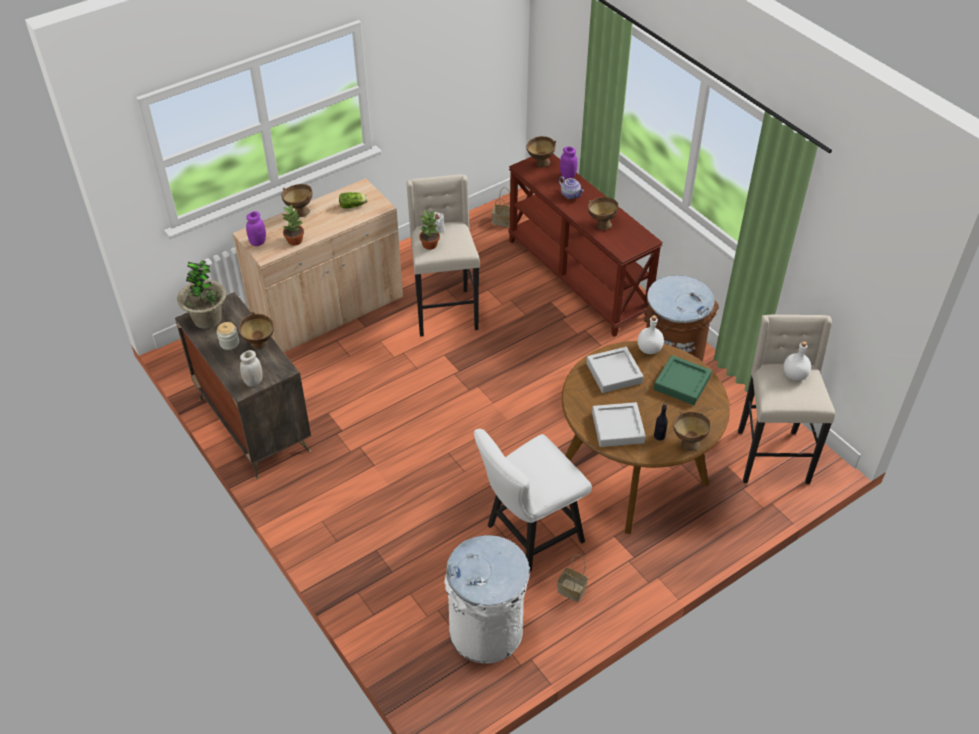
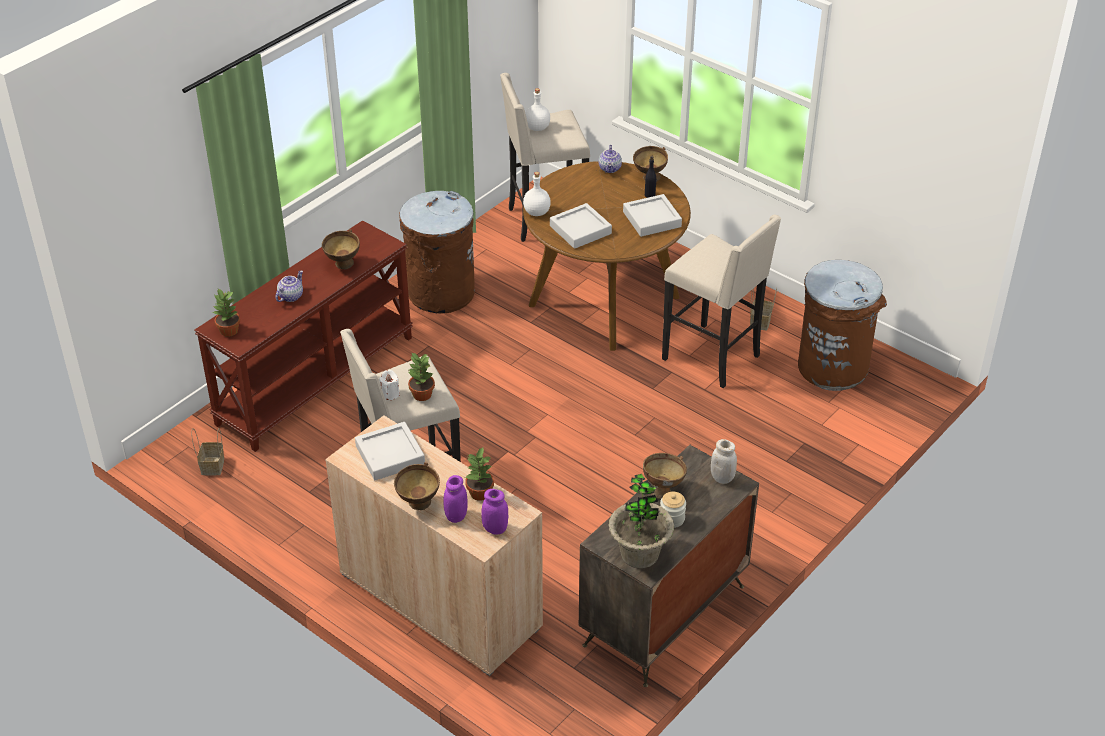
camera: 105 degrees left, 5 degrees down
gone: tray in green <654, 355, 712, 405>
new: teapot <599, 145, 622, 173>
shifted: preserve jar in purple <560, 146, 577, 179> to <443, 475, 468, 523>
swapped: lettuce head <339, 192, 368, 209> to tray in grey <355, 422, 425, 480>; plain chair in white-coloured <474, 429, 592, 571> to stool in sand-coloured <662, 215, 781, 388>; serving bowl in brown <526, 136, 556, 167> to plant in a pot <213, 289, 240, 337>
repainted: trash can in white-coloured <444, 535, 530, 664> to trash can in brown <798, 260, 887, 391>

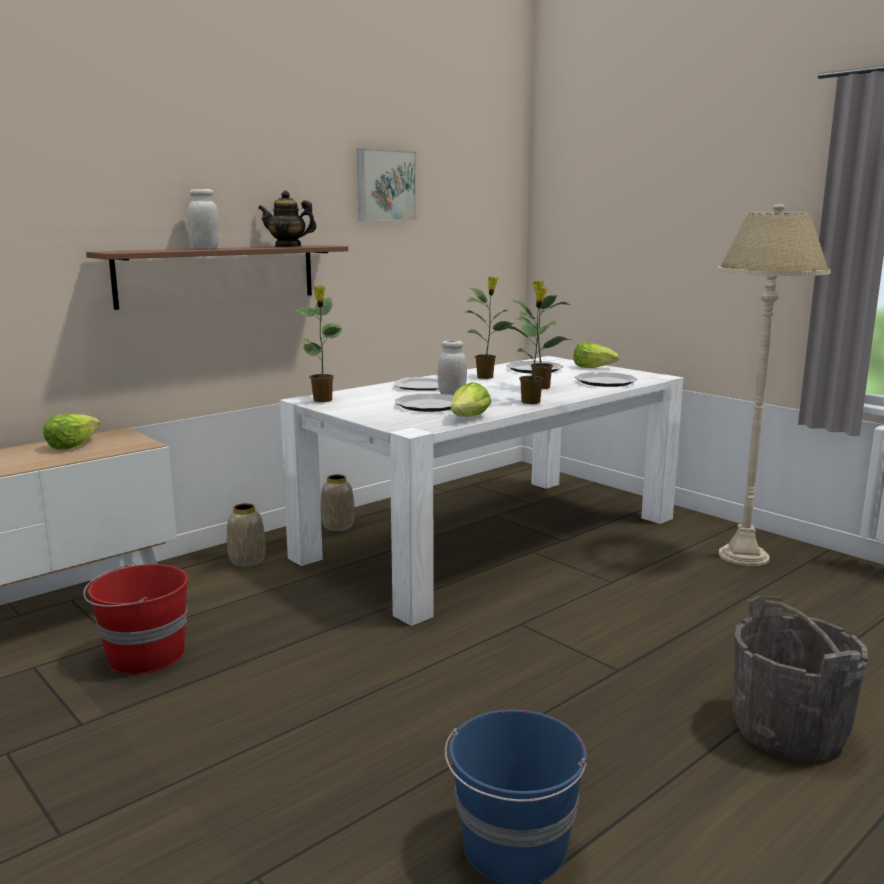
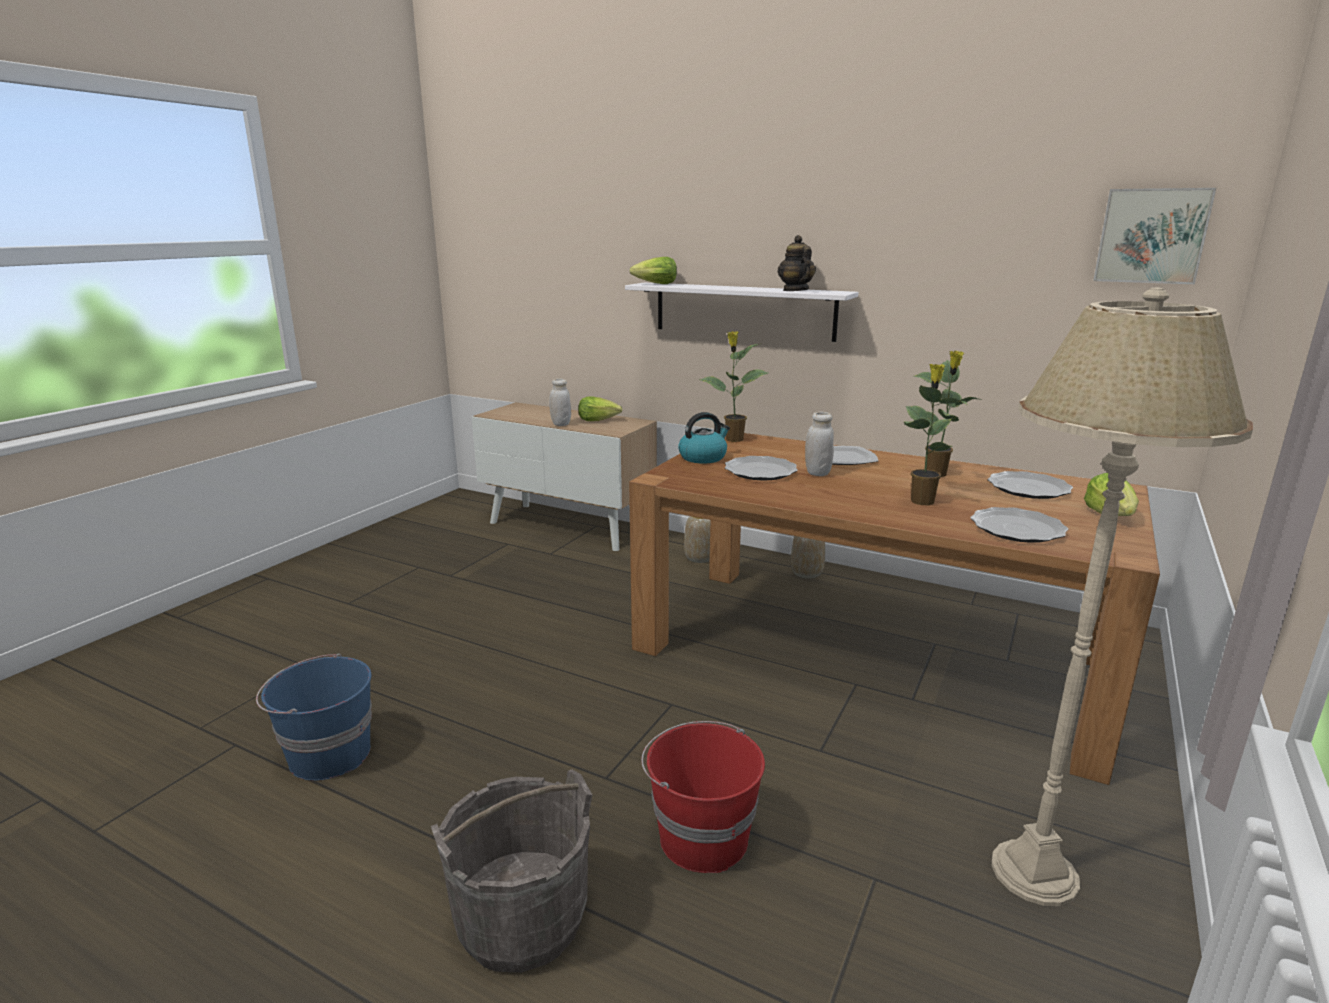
camera: 70 degrees right, 5 degrees up
gone: plant in a pot <504, 286, 571, 404>
new: kettle <678, 412, 730, 464>
shifted: pail in reddish <83, 563, 188, 674> to <641, 721, 765, 873>; preserve jar in white-coloured <188, 189, 220, 249> to <549, 379, 571, 426>; picture <357, 148, 417, 221> to <1093, 188, 1216, 284>; lettuce head <451, 382, 491, 417> to <630, 257, 677, 284>
repainted: bracket shelf in brown <86, 245, 348, 310> to bracket shelf in white-coloured <625, 282, 859, 342>; dining table in white-coloured <280, 356, 684, 626> to dining table in brown <629, 433, 1160, 785>

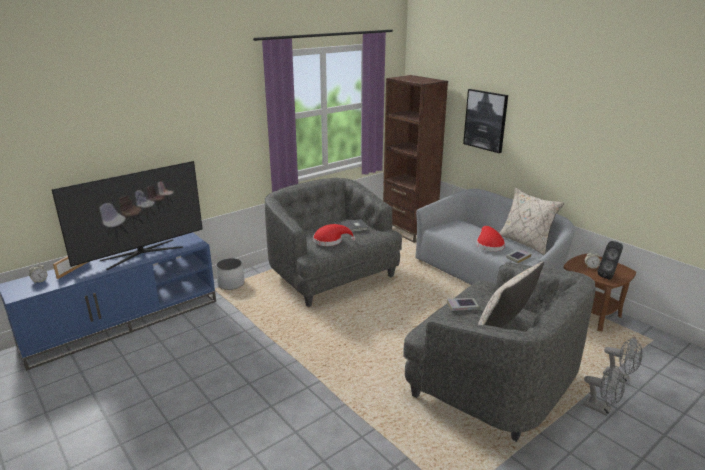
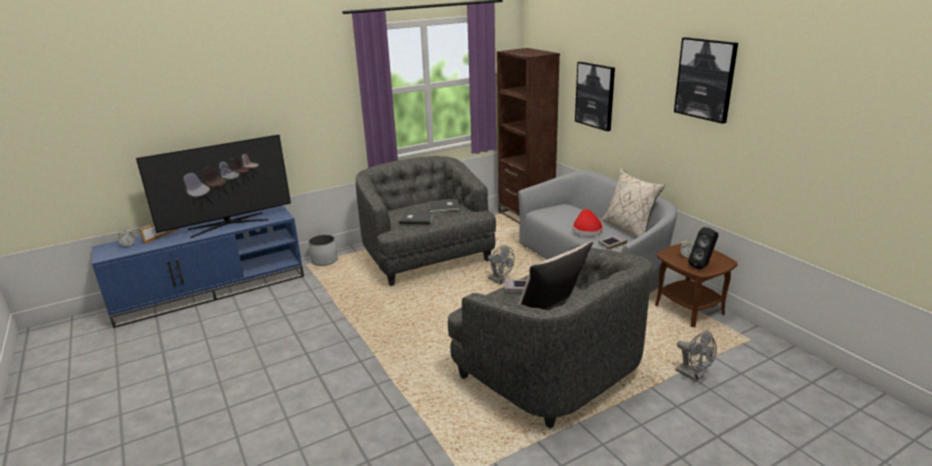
camera: 10 degrees right, 0 degrees up
new: picture <674, 37, 738, 124>
shifted: electric fan in grey <583, 366, 625, 416> to <488, 245, 514, 285>
swapped: clothing hat in reddish <313, 224, 356, 246> to book in grey <399, 212, 434, 224>

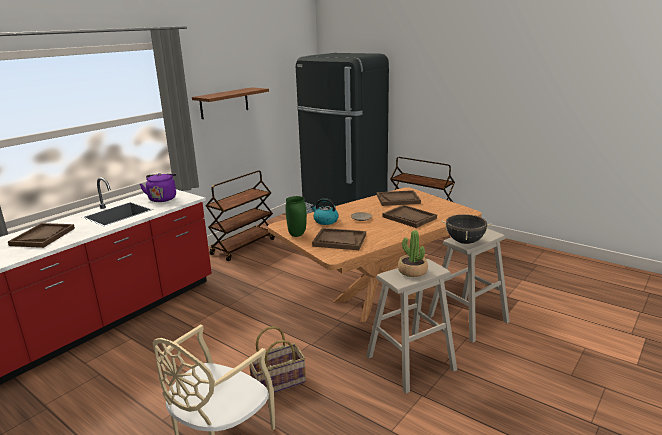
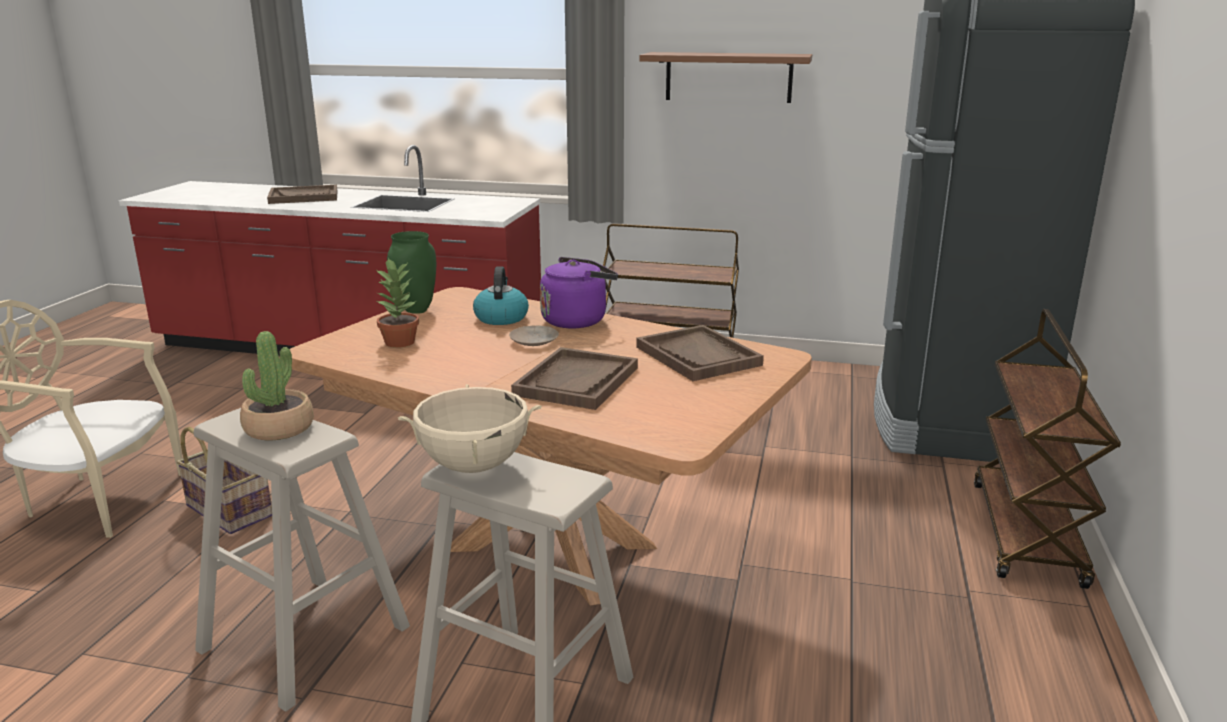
camera: 65 degrees right, 0 degrees up
shifted: kettle in purple <140, 173, 176, 202> to <540, 257, 618, 328>
swapped: tray in brown <312, 228, 366, 250> to plant in a pot <377, 258, 419, 348>
repainted: stockpot in blackish <441, 214, 492, 244> to stockpot in sand-coloured <398, 384, 542, 473>

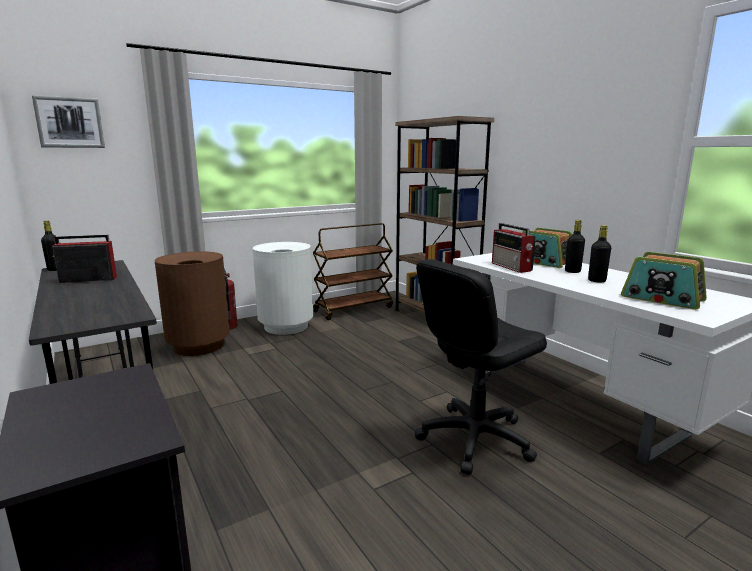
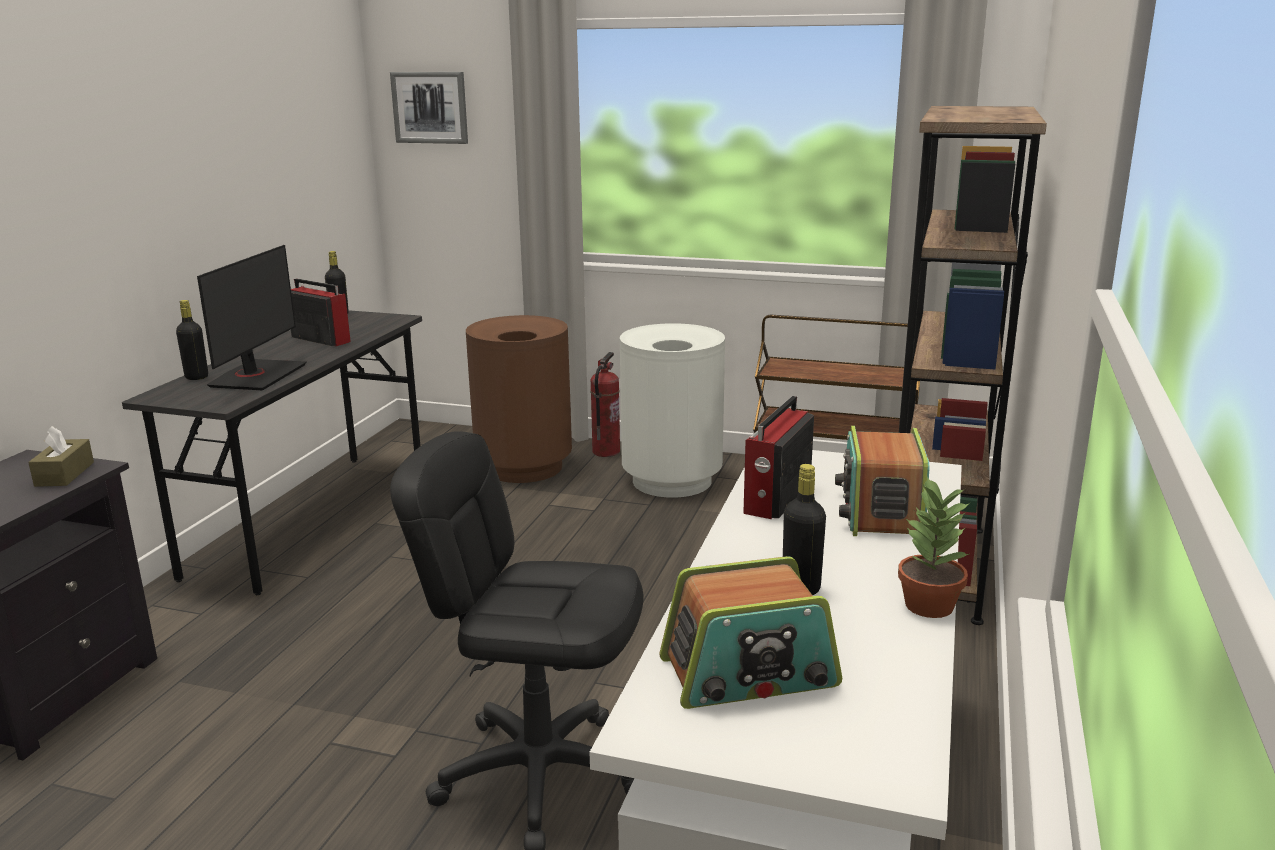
camera: 50 degrees right, 5 degrees up
new: box of tissues in brown <28, 426, 94, 487>; computer screen <197, 245, 306, 390>; plant in a pot <898, 476, 970, 618>
shifted: beverage bottle in blackish <565, 220, 585, 273> to <176, 300, 208, 380>
rotated: radio <621, 252, 707, 310> = <659, 556, 842, 709> 105 degrees counterclockwise

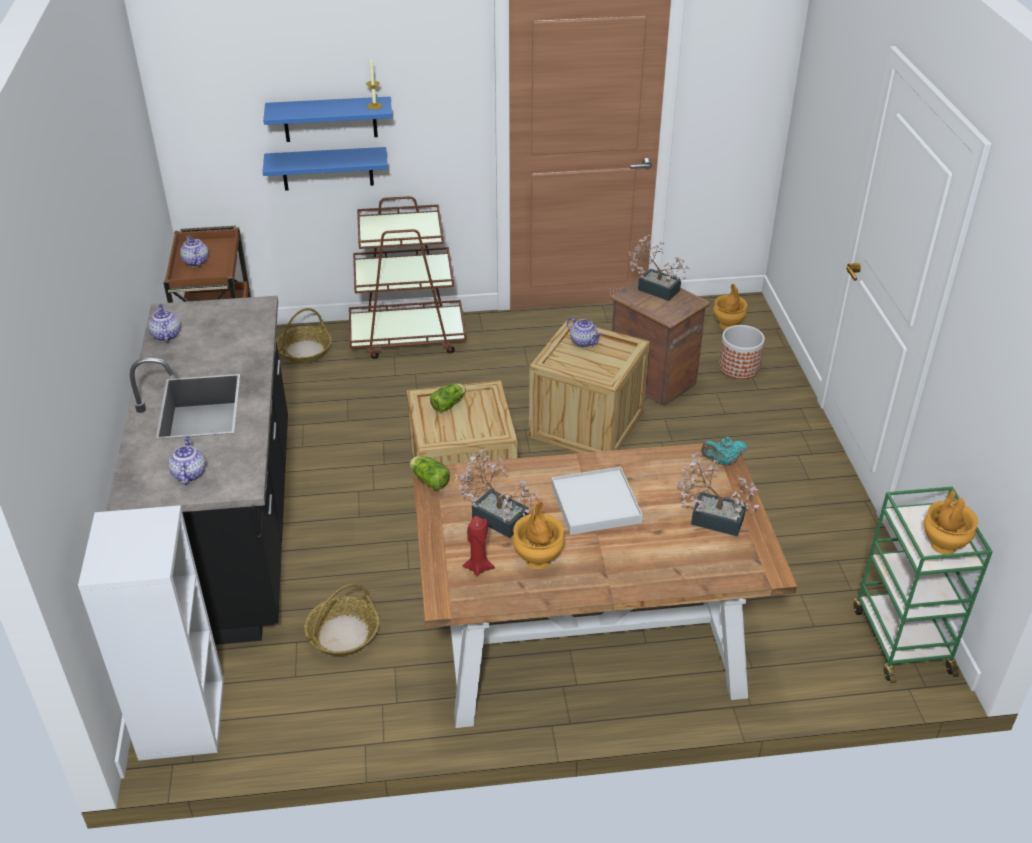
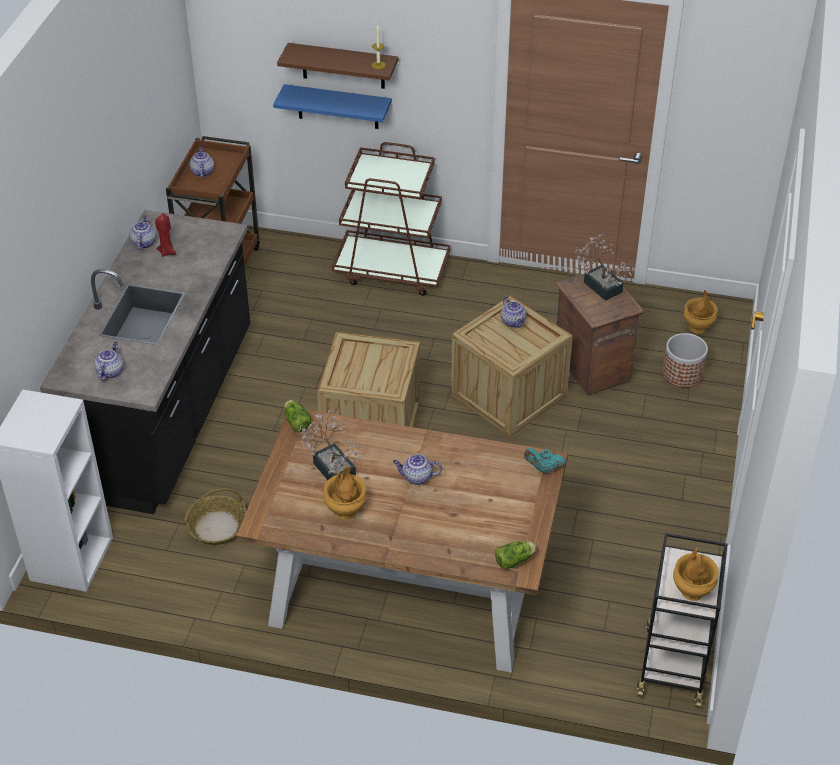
camera: 20 degrees right, 5 degrees up
gone: basket <276, 308, 332, 363>; plant in a pot <678, 452, 760, 537>
shifted: lettuce head <430, 384, 466, 412> to <495, 541, 537, 569>; candle in reddish <463, 516, 495, 576> to <155, 213, 176, 257>
swapped: tray in white-coloured <551, 467, 642, 535> to teapot <393, 454, 442, 485>
repainted: bracket shelf in bluish <263, 97, 392, 142> to bracket shelf in brown <277, 43, 398, 89>; cart in green <854, 487, 993, 683> to cart in blackish <637, 533, 727, 708>

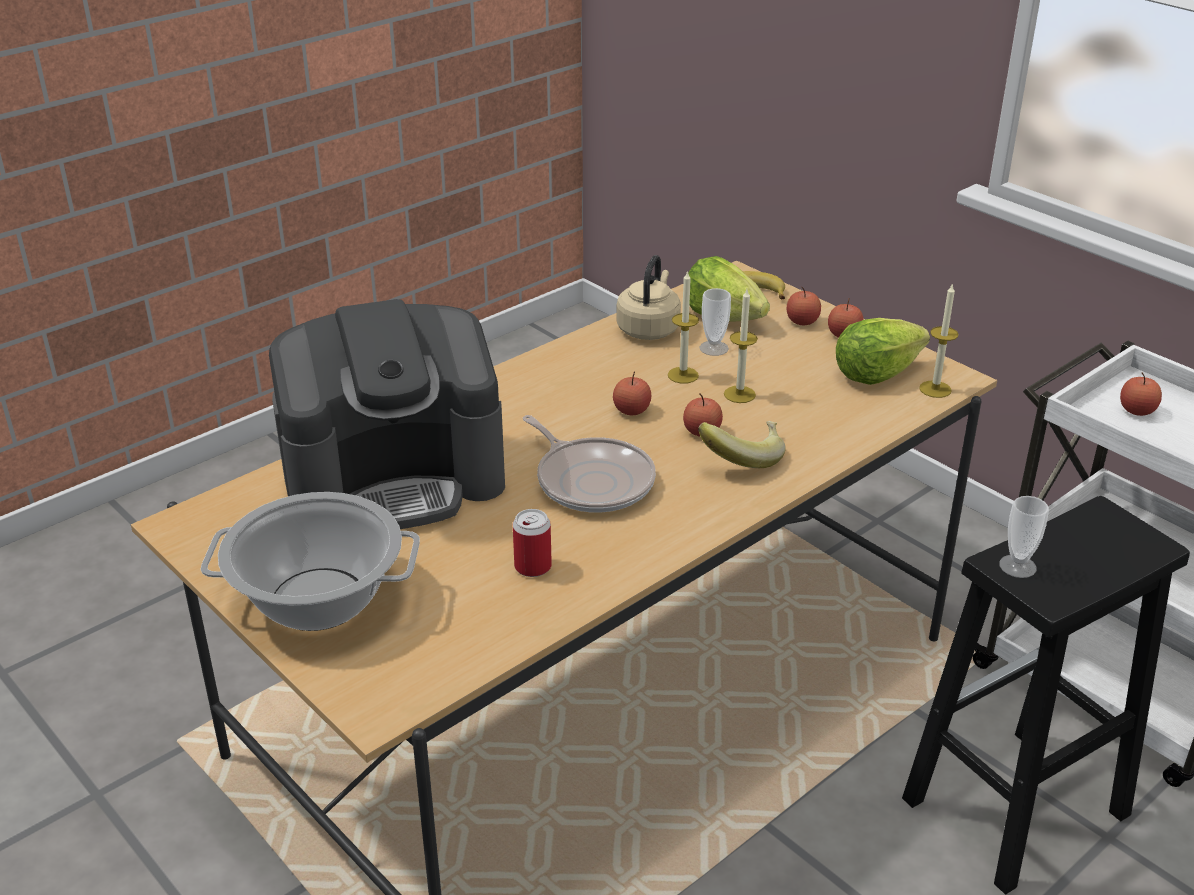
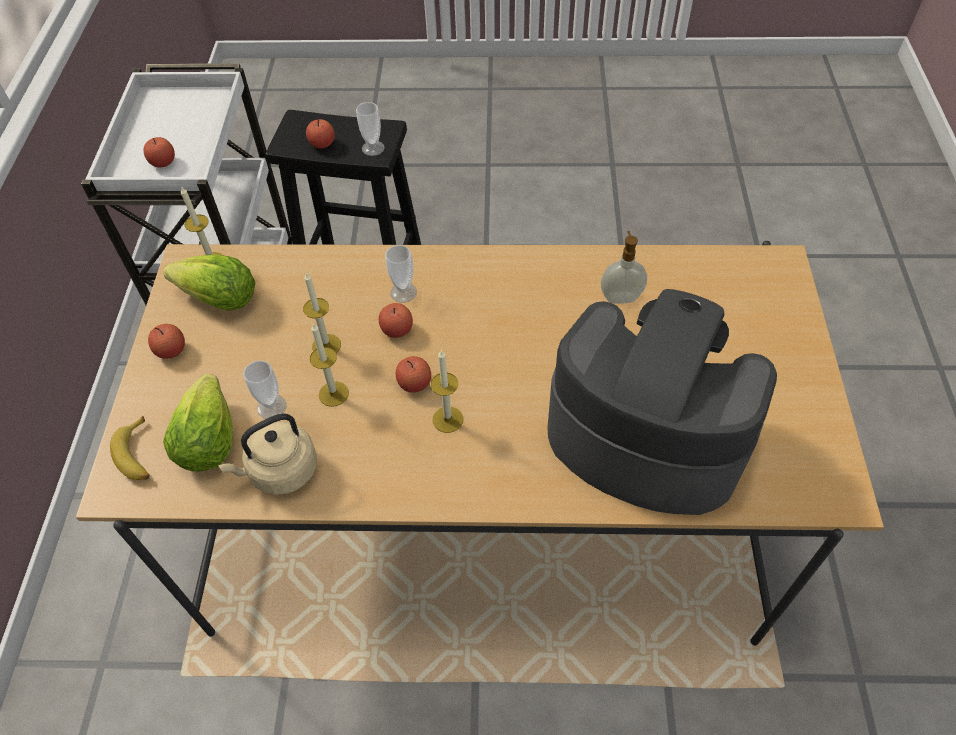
camera: 135 degrees left, 20 degrees up
gone: stockpot <201, 492, 420, 631>; skillet <523, 415, 656, 513>
new: candle <431, 350, 463, 433>
shifted: whole apple <787, 287, 821, 325> to <306, 119, 335, 149>
swapped: metal can <513, 509, 552, 577> to liquid soap bottle <601, 231, 647, 304>; banana fruit <698, 421, 786, 468> to small cup <385, 245, 417, 303>

